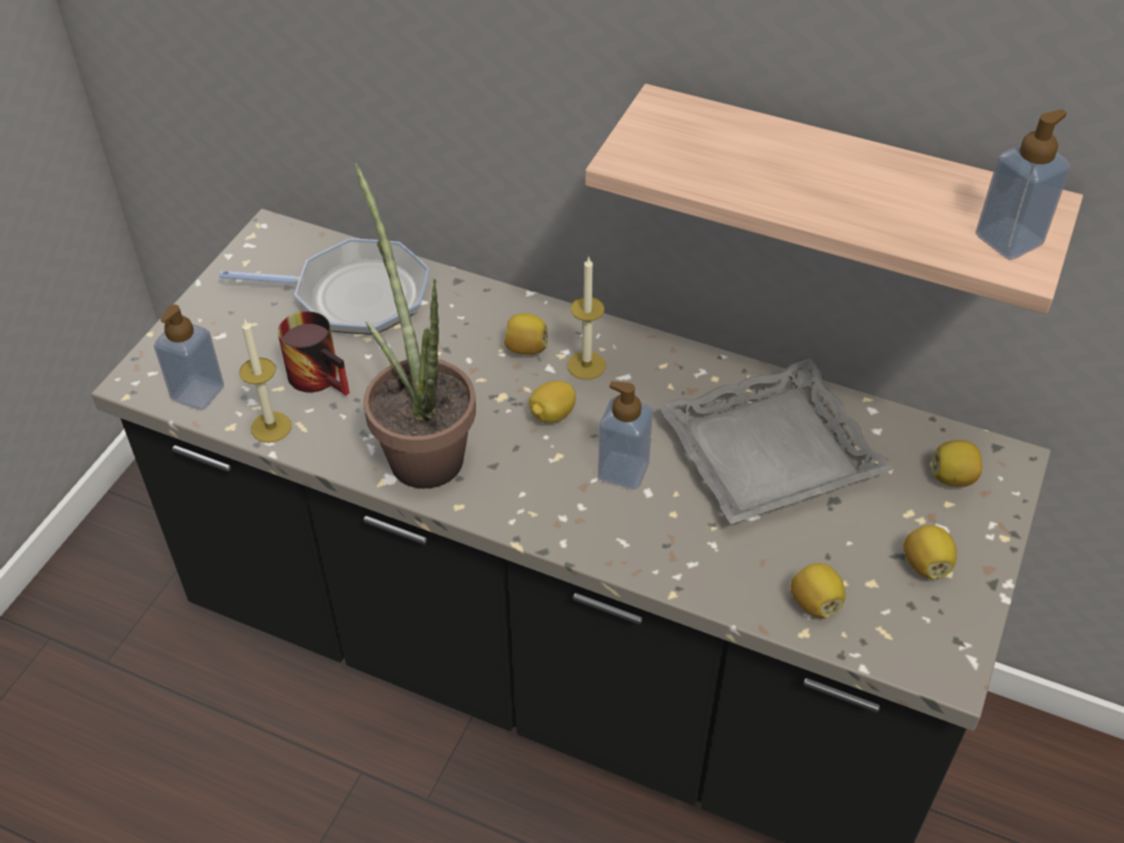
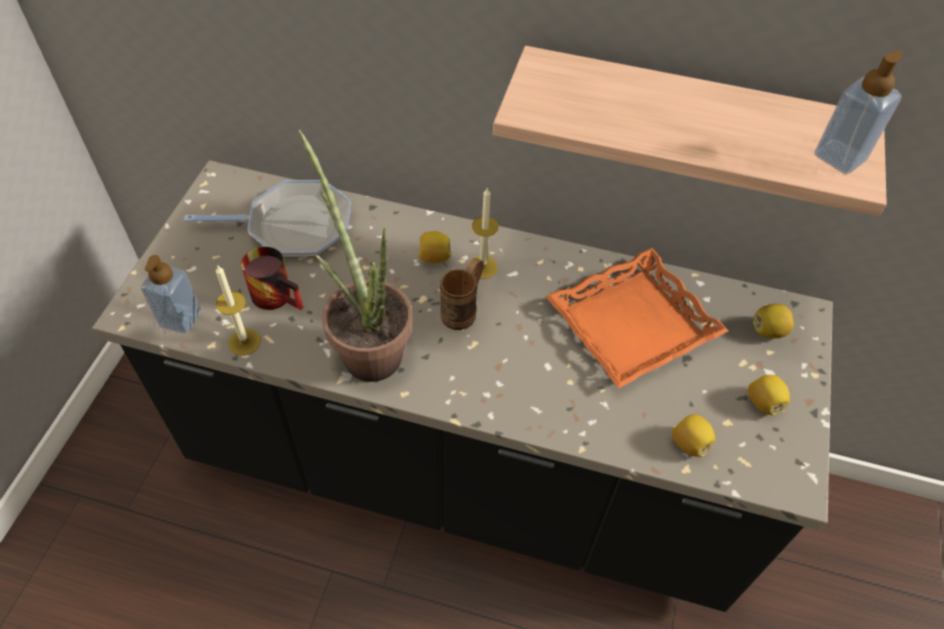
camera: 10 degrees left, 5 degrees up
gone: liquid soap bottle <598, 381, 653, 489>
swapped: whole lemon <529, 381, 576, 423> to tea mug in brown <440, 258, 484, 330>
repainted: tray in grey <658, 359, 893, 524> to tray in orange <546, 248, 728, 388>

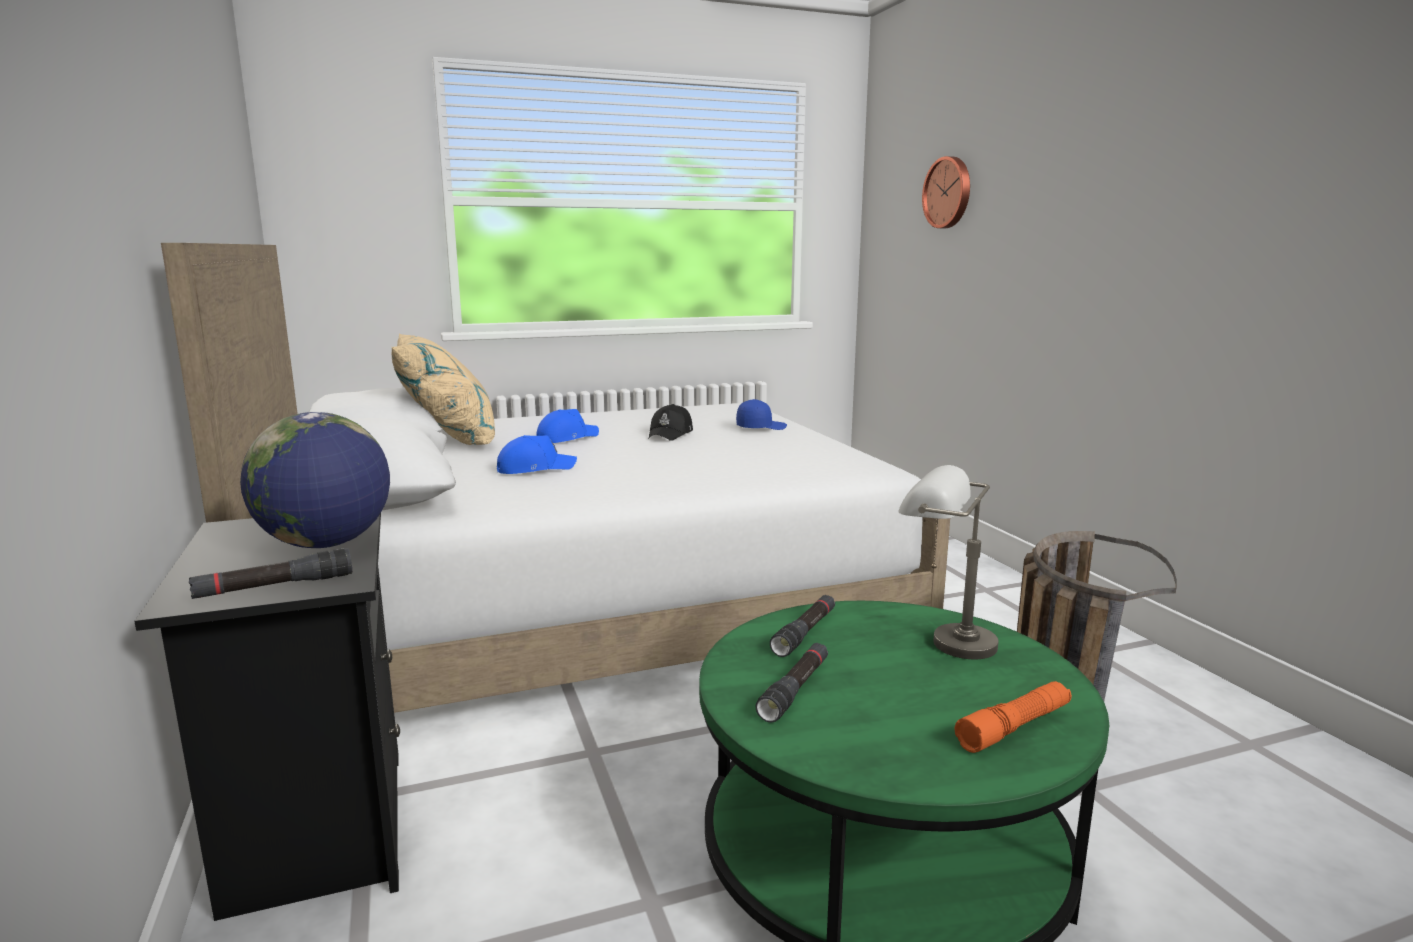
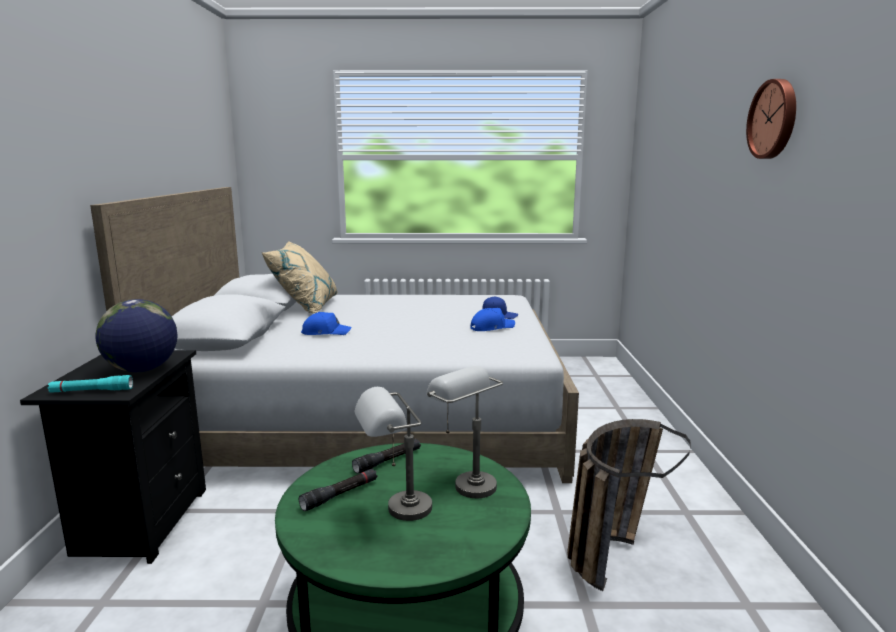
camera: 20 degrees right, 0 degrees up
gone: baseball cap in blackish <649, 404, 693, 441>; torch in orange <955, 681, 1072, 753>
new: tabletop lamp in grey <354, 387, 432, 521>
shifted: baseball cap in bluish <536, 409, 599, 443> to <471, 308, 515, 331>; clock on the wall <922, 156, 970, 228> to <746, 79, 796, 159>
repainted: torch in blackish <189, 548, 352, 599> to torch in turquoise-coloured <48, 375, 133, 393>

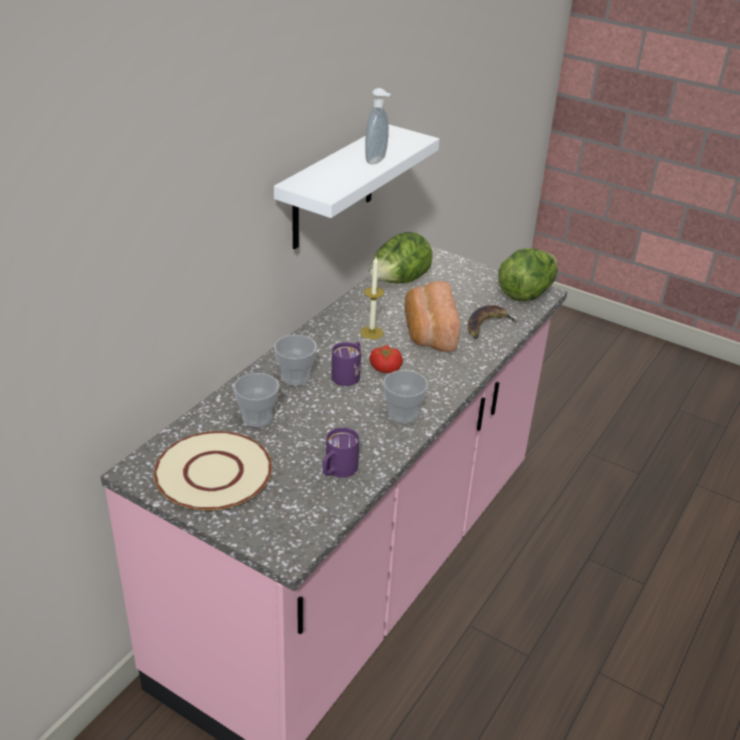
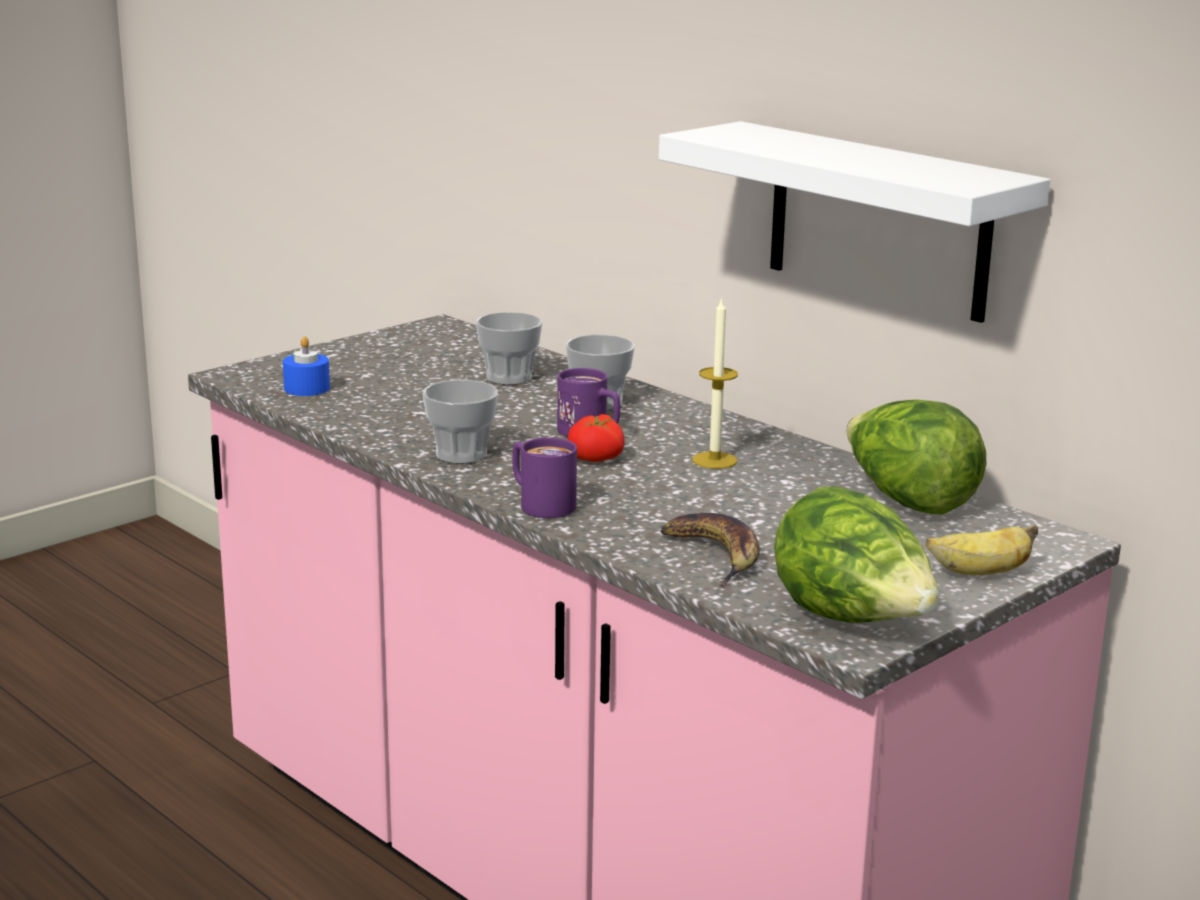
camera: 105 degrees right, 15 degrees down
gone: flat dish in sand-coloured <154, 431, 272, 510>; liquid soap bottle <365, 88, 392, 164>; bakery bread <404, 281, 460, 352>
new: candle in bluish <283, 336, 330, 396>; banana fruit <926, 525, 1038, 576>
shifted: tea mug in purple <323, 427, 359, 478> to <512, 437, 577, 518>

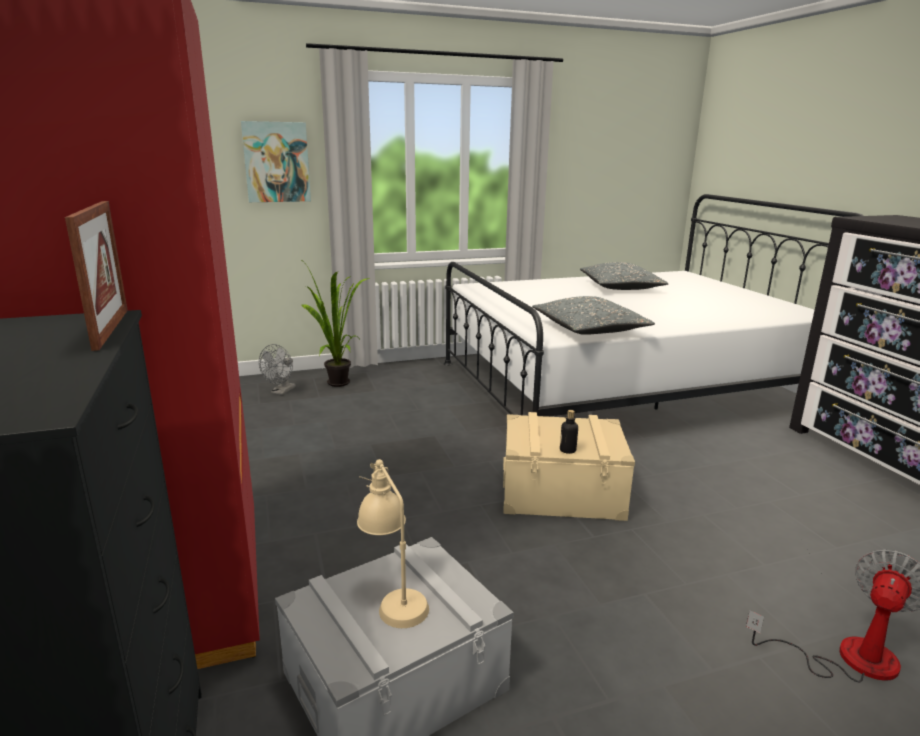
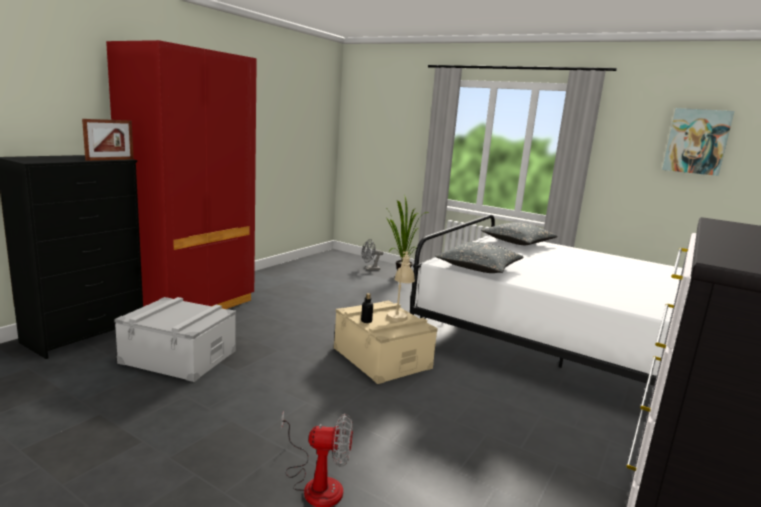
camera: 50 degrees right, 5 degrees down
shifted: picture <241, 121, 311, 202> to <662, 108, 734, 176>; tabletop lamp in sand-coloured <357, 459, 429, 628> to <386, 251, 415, 322>; throw pillow in grey <580, 262, 669, 290> to <481, 222, 558, 245>

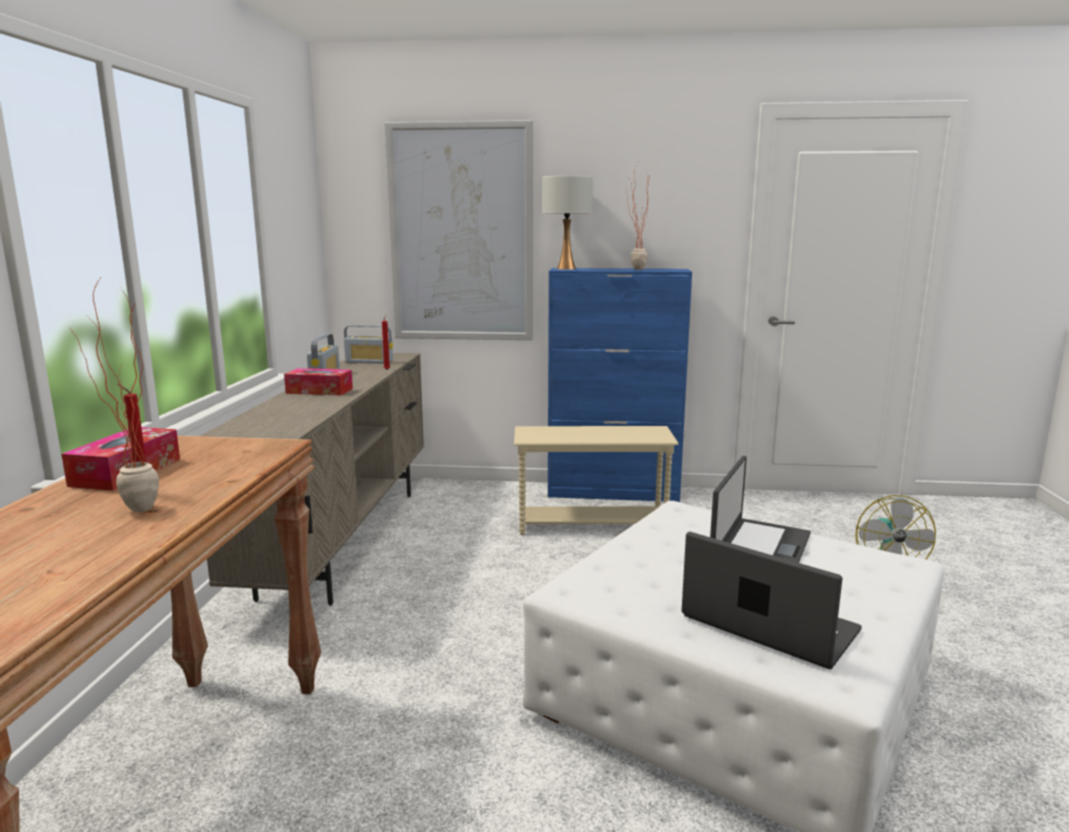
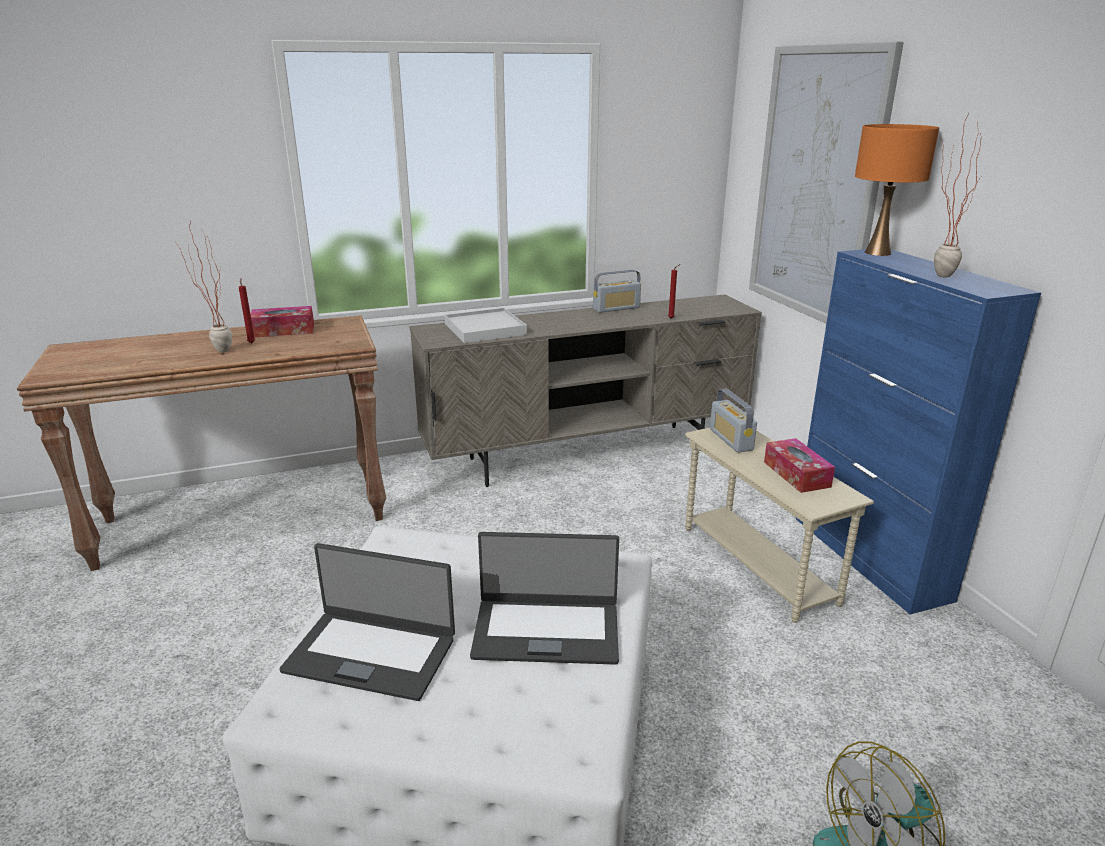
camera: 65 degrees right, 10 degrees up
new: tray in white-coloured <445, 308, 527, 343>
shifted: box of tissues <284, 368, 353, 395> to <764, 438, 835, 493>; radio <344, 325, 393, 364> to <710, 389, 757, 453>
repainted: tabletop lamp in white-coloured <542, 175, 593, 270> to tabletop lamp in orange <855, 124, 939, 256>
rotated: notebook computer <682, 532, 862, 669> = <279, 543, 455, 701> 90 degrees clockwise

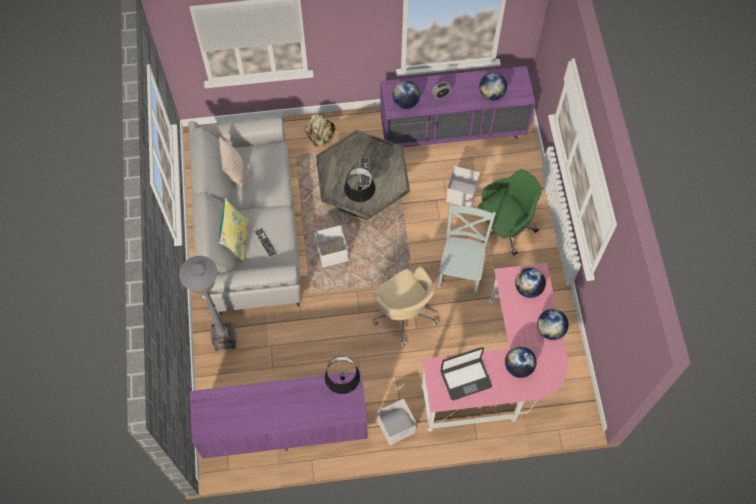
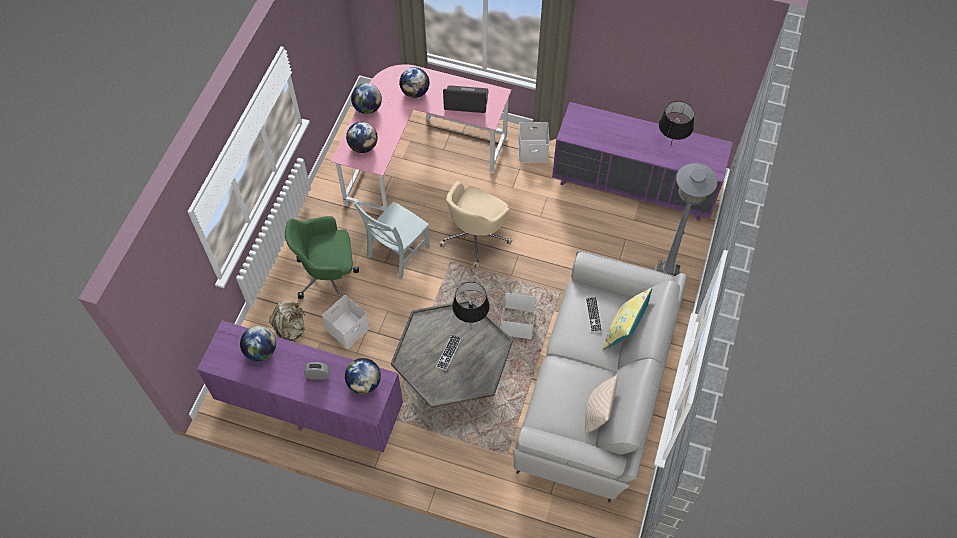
camera: 155 degrees left, 5 degrees down
shifted: backpack in sand-coloured <305, 113, 335, 147> to <269, 301, 305, 342>; tabletop lamp in blackish <325, 356, 360, 394> to <659, 101, 694, 144>
rotated: desk chair in sand-coloured <372, 266, 438, 347> = <439, 181, 512, 268> 135 degrees counterclockwise

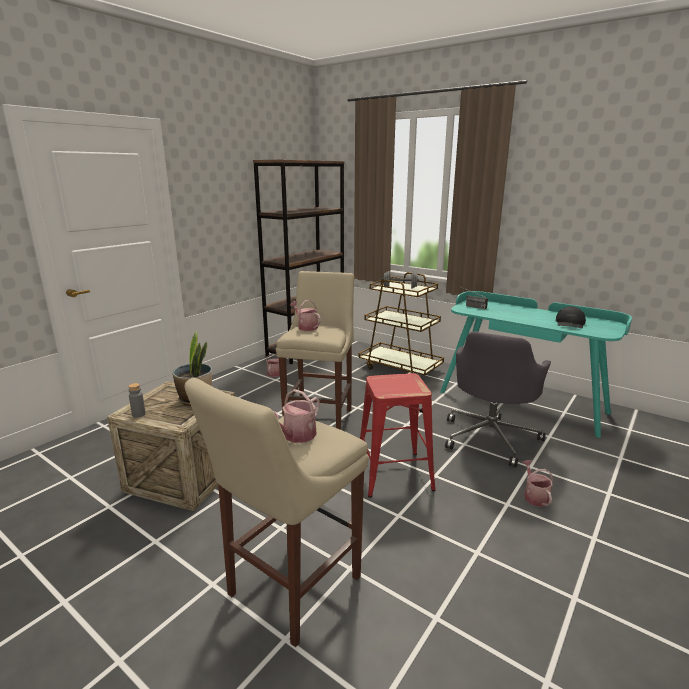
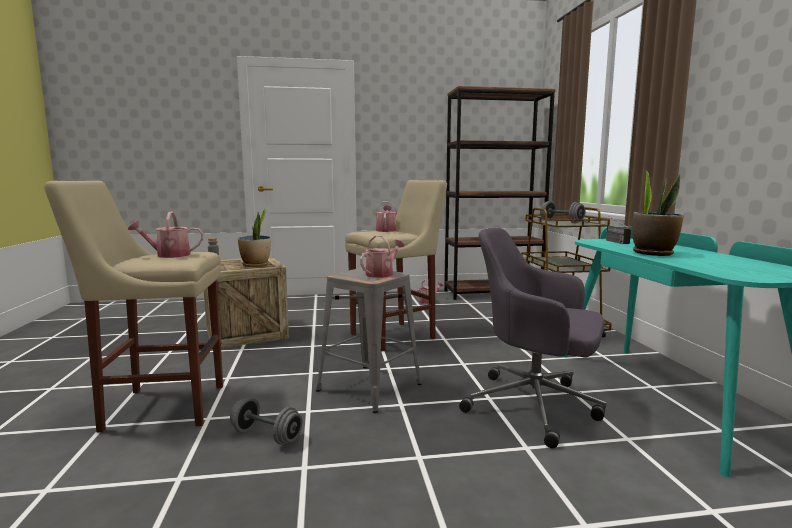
camera: 45 degrees right, 10 degrees down
gone: baseball cap in blackish <556, 307, 586, 329>
new: hand weight in grey <230, 397, 302, 445>; plant in a pot <632, 169, 684, 256>
shifted: watering can <522, 460, 553, 507> to <360, 235, 404, 278>
repainted: stool in reddish <360, 373, 436, 498> to stool in grey <316, 267, 422, 413>
rotated: desk chair in grey <445, 331, 551, 467> = <459, 228, 606, 448> 45 degrees clockwise

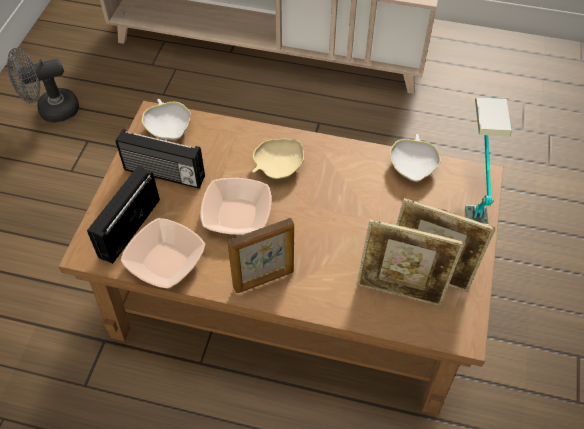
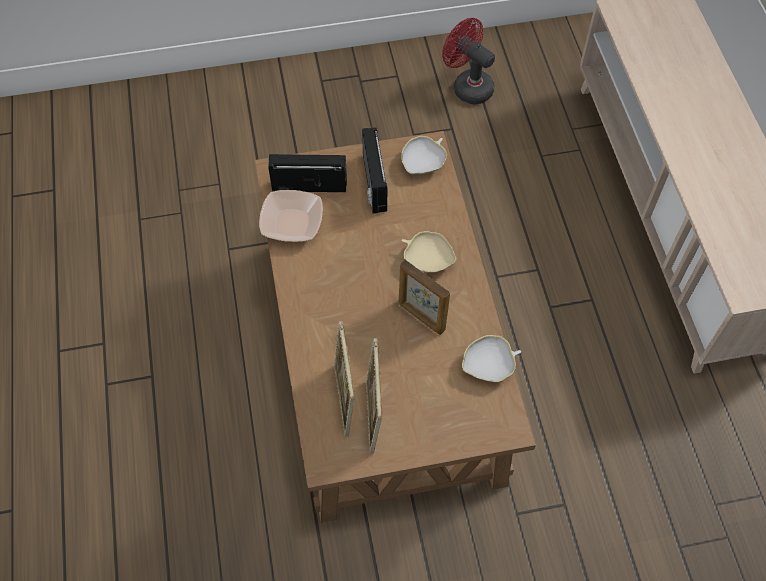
camera: 65 degrees right, 5 degrees up
gone: serving bowl <201, 178, 271, 235>; tabletop lamp <465, 97, 512, 225>
shifted: photo frame <227, 218, 294, 293> to <399, 259, 450, 335>
repainted: electric fan in grey <7, 48, 79, 123> to electric fan in reddish <442, 18, 495, 104>

